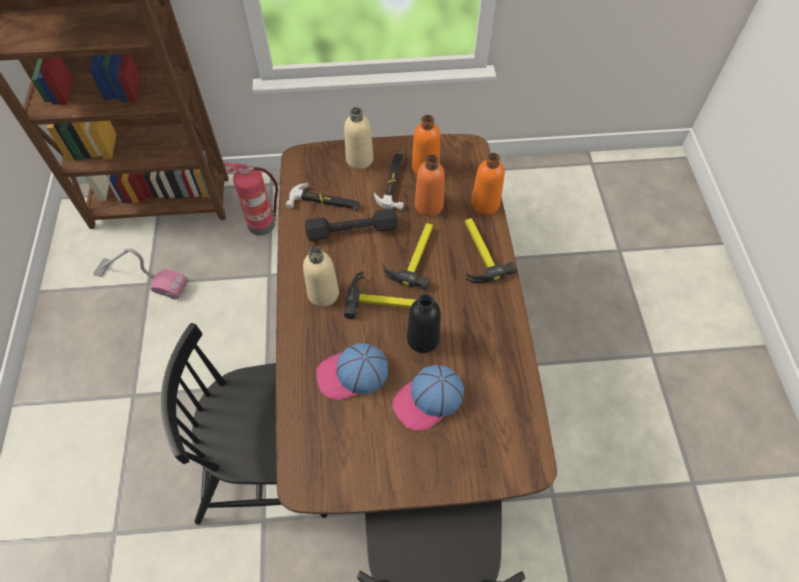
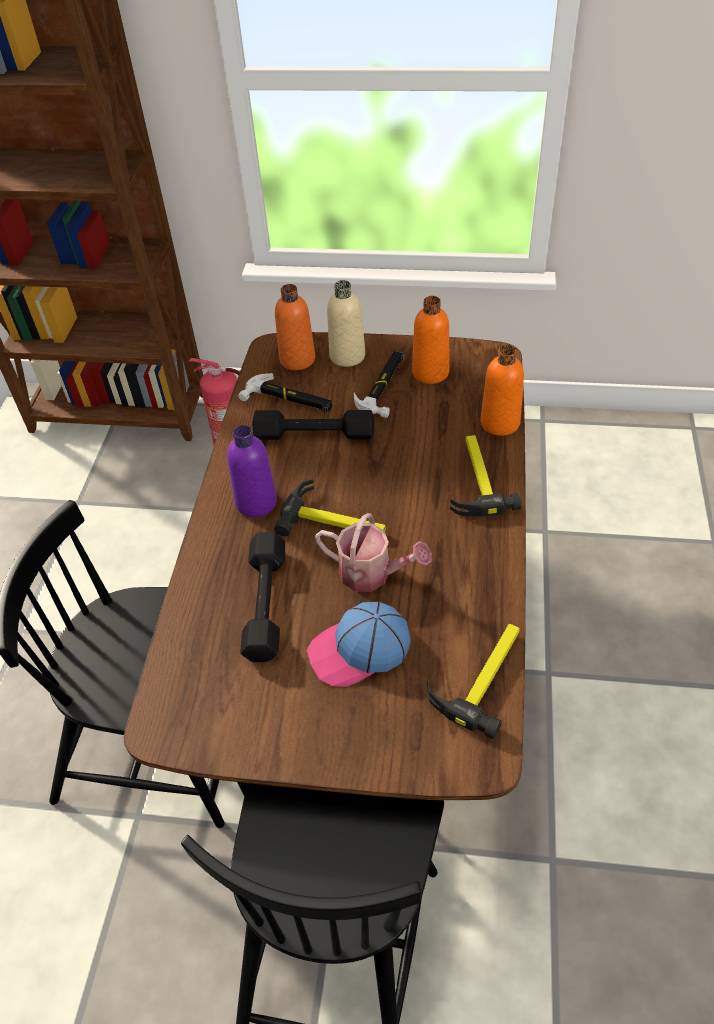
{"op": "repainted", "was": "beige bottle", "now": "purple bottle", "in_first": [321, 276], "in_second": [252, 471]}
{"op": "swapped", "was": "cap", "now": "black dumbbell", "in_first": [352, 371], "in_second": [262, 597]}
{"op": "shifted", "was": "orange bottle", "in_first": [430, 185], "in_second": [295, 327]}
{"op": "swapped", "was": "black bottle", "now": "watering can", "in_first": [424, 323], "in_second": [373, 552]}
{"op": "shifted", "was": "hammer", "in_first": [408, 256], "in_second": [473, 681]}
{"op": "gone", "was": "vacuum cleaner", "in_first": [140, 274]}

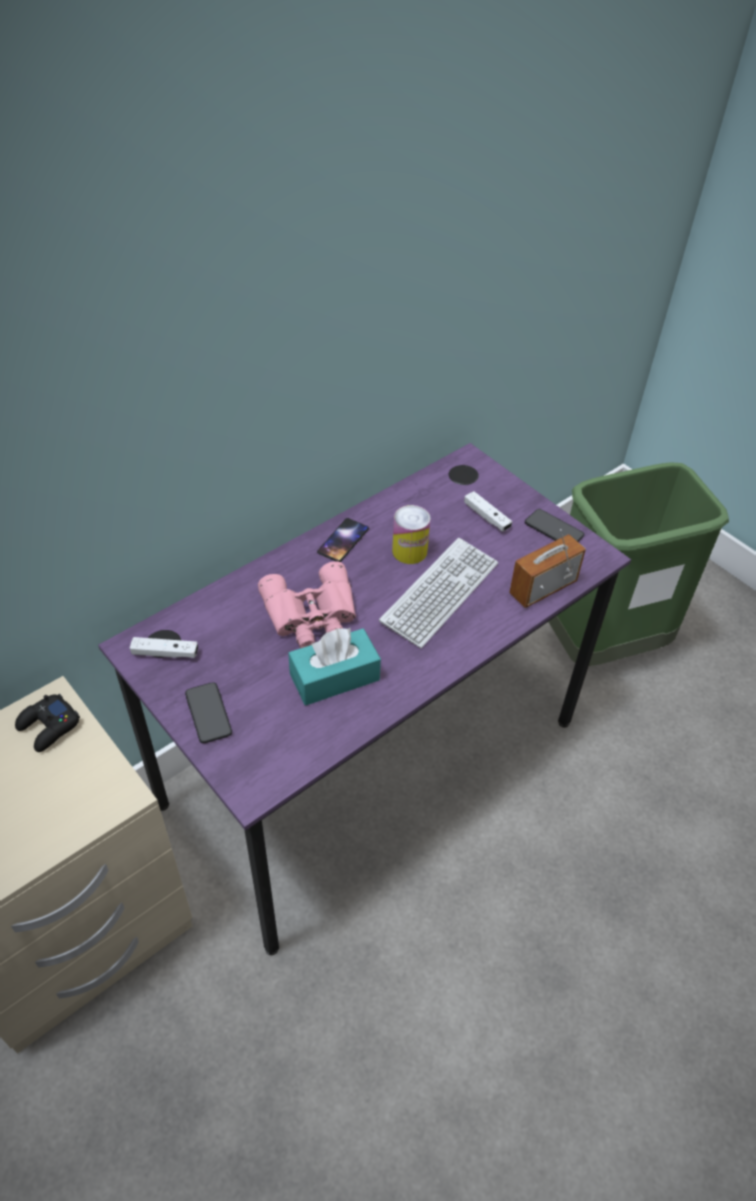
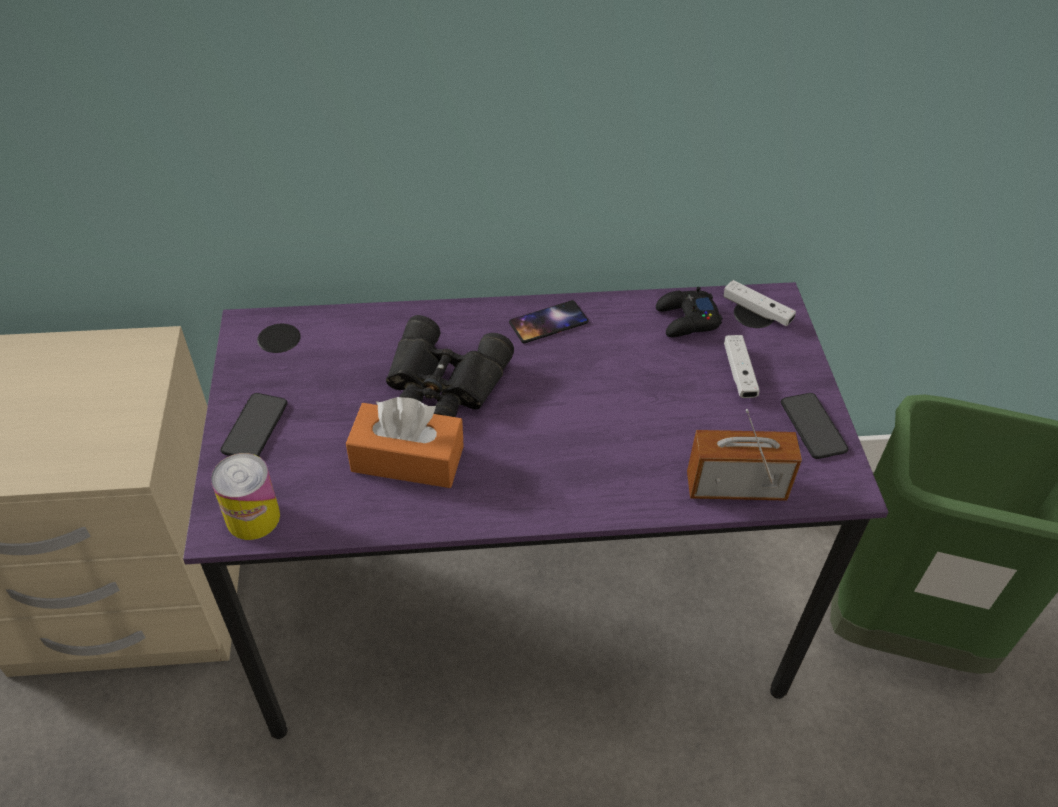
{"op": "shifted", "was": "can", "in_first": [411, 534], "in_second": [245, 496]}
{"op": "repainted", "was": "turquoise tissue box", "now": "orange tissue box", "in_first": [334, 666], "in_second": [405, 442]}
{"op": "repainted", "was": "pink binoculars", "now": "black binoculars", "in_first": [307, 604], "in_second": [450, 366]}
{"op": "shifted", "was": "black game controller", "in_first": [47, 723], "in_second": [689, 312]}
{"op": "shifted", "was": "white game controller", "in_first": [164, 647], "in_second": [759, 303]}
{"op": "gone", "was": "keyboard", "in_first": [438, 593]}

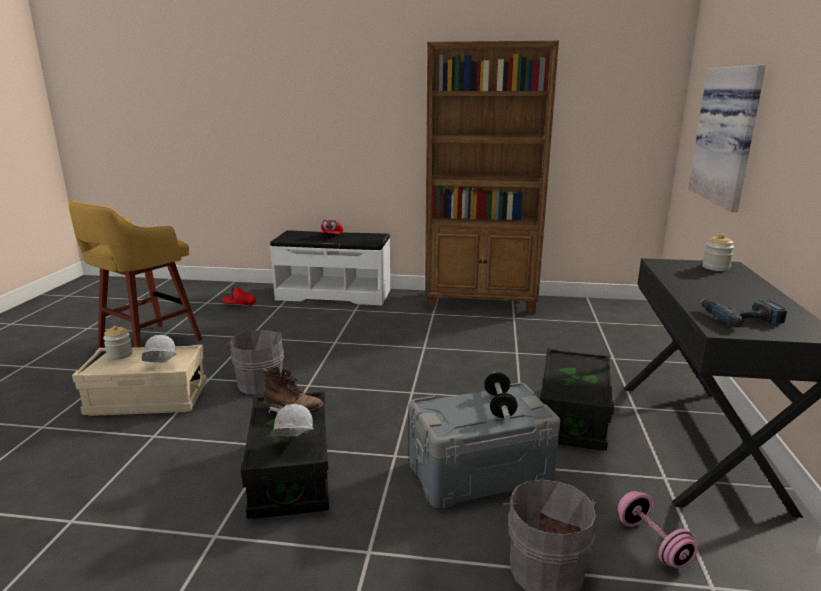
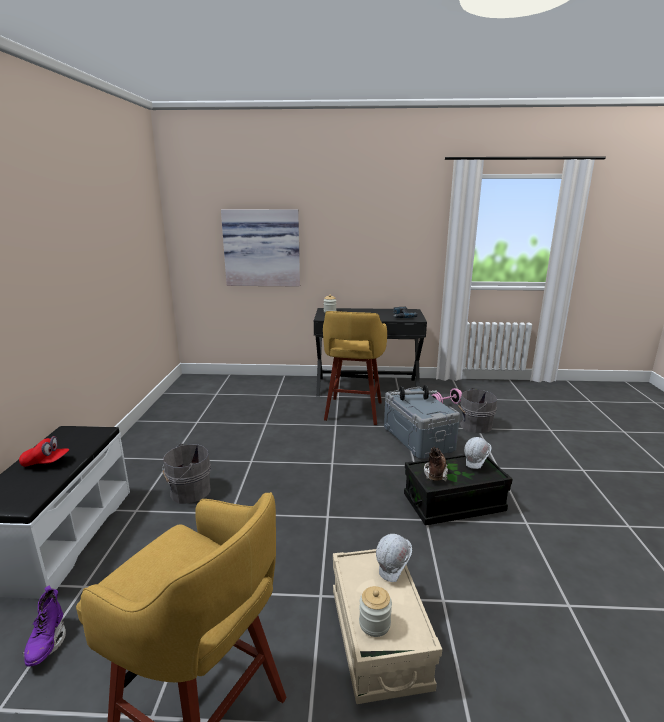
{"op": "swapped", "was": "red cap", "now": "purple boot", "in_first": [239, 296], "in_second": [44, 626]}
{"op": "shifted", "was": "grey bucket", "in_first": [255, 362], "in_second": [186, 473]}
{"op": "swapped", "was": "black storage box", "now": "yellow stool", "in_first": [577, 400], "in_second": [355, 368]}
{"op": "gone", "was": "brown bookcase", "in_first": [492, 177]}

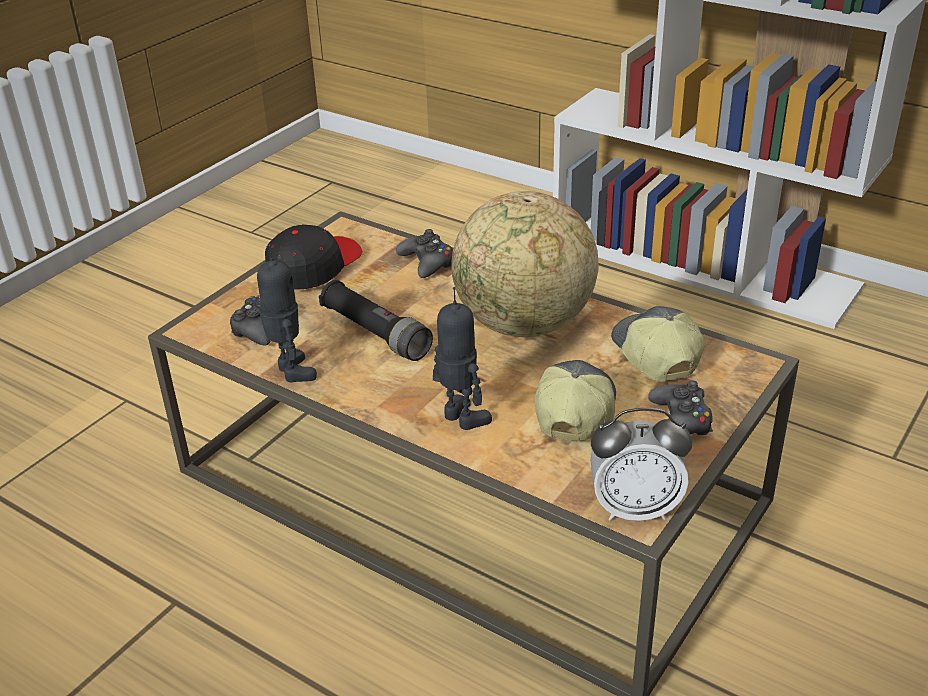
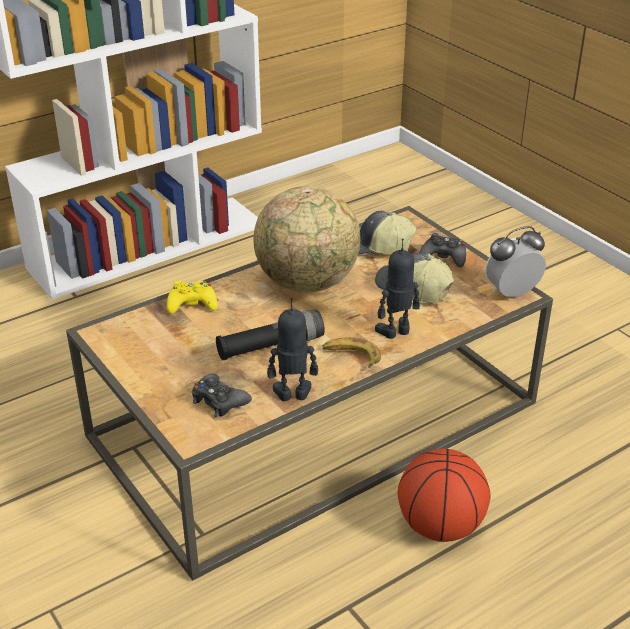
{"op": "repainted", "was": "black game controller", "now": "yellow game controller", "in_first": [424, 253], "in_second": [192, 297]}
{"op": "new", "now": "banana", "in_second": [351, 352]}
{"op": "new", "now": "basketball", "in_second": [444, 495]}
{"op": "rotated", "was": "alarm clock", "in_first": [641, 464], "in_second": [515, 262], "clockwise": -135}
{"op": "gone", "was": "black cap", "in_first": [313, 257]}

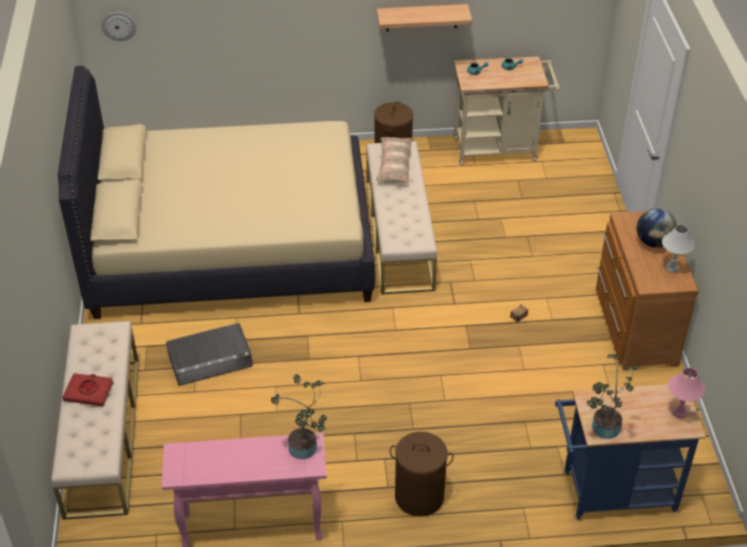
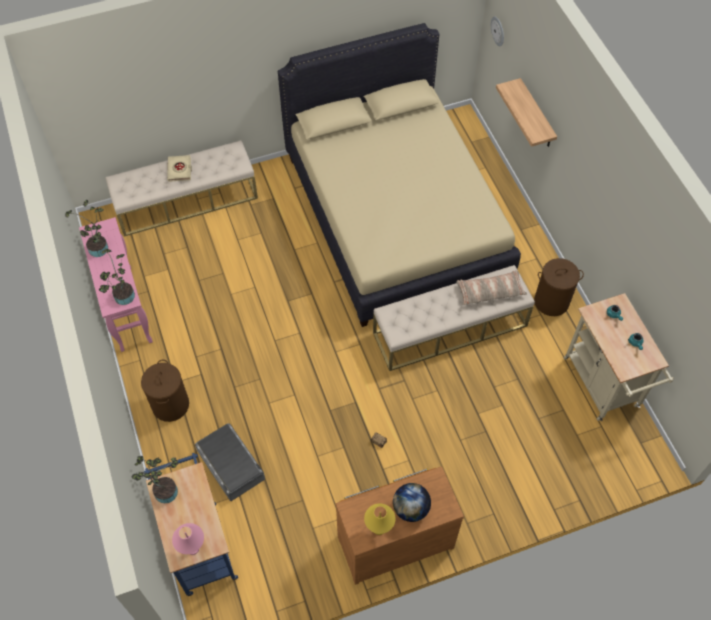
{"op": "new", "now": "potted plant", "in_second": [86, 228]}
{"op": "repainted", "was": "red book", "now": "beige book", "in_first": [87, 389], "in_second": [179, 168]}
{"op": "shifted", "was": "grey storage box", "in_first": [209, 354], "in_second": [230, 462]}
{"op": "repainted", "was": "white table lamp", "now": "yellow table lamp", "in_first": [678, 249], "in_second": [380, 519]}
{"op": "shifted", "was": "shelf", "in_first": [424, 18], "in_second": [526, 112]}

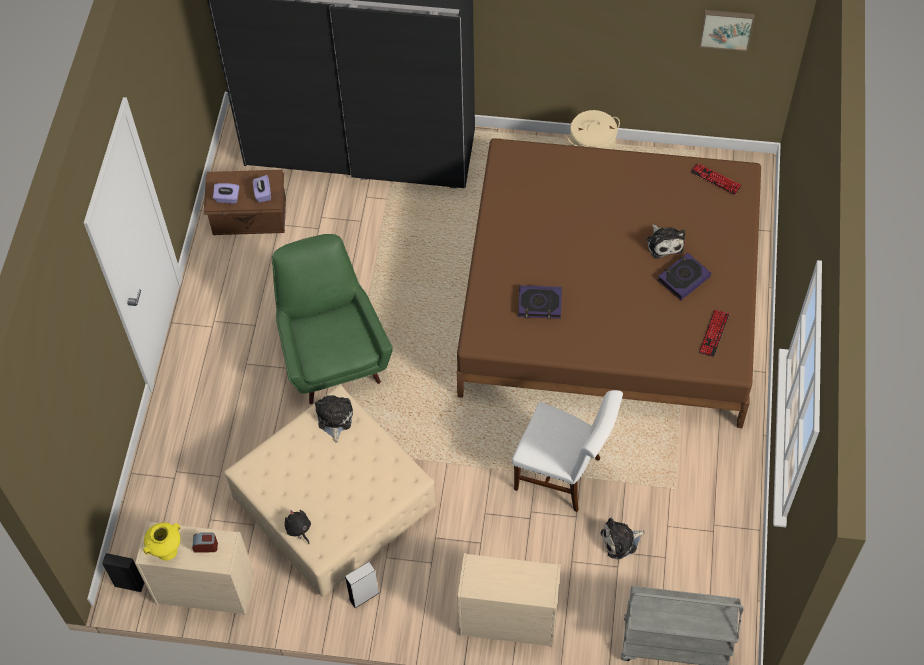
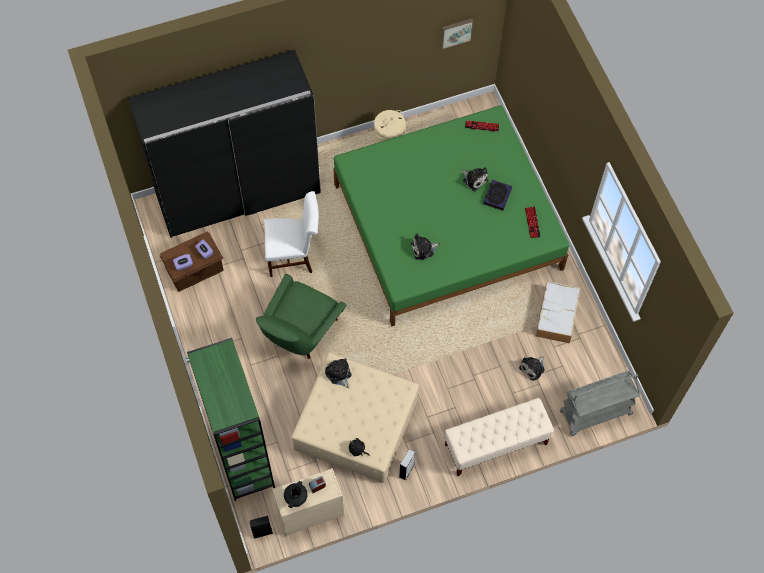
{"op": "new", "now": "green bookcase", "in_second": [231, 419]}
{"op": "rotated", "was": "green armchair", "in_first": [332, 319], "in_second": [301, 316], "clockwise": -105}
{"op": "shifted", "was": "white chair", "in_first": [567, 451], "in_second": [291, 234]}
{"op": "repainted", "was": "yellow vase", "now": "black vase", "in_first": [161, 541], "in_second": [296, 494]}
{"op": "repainted", "was": "brown bed", "now": "green bed", "in_first": [609, 283], "in_second": [451, 216]}
{"op": "swapped", "was": "book", "now": "plush toy", "in_first": [540, 302], "in_second": [425, 246]}
{"op": "swapped", "was": "beige dresser", "now": "beige bench", "in_first": [509, 600], "in_second": [499, 437]}
{"op": "new", "now": "storage box", "in_second": [558, 312]}

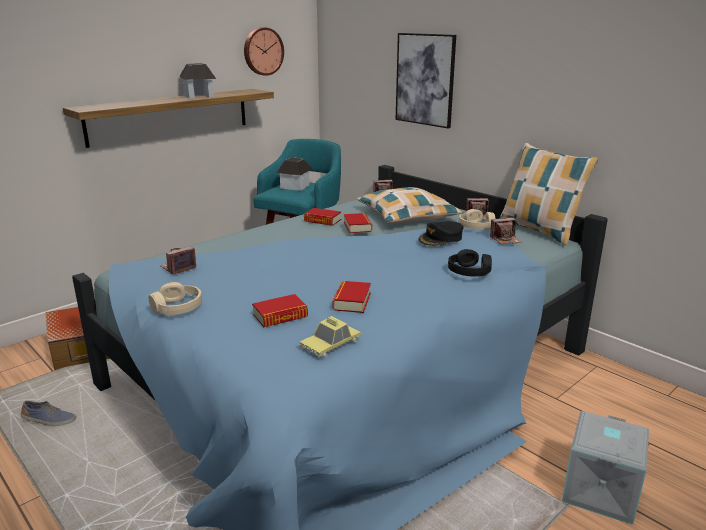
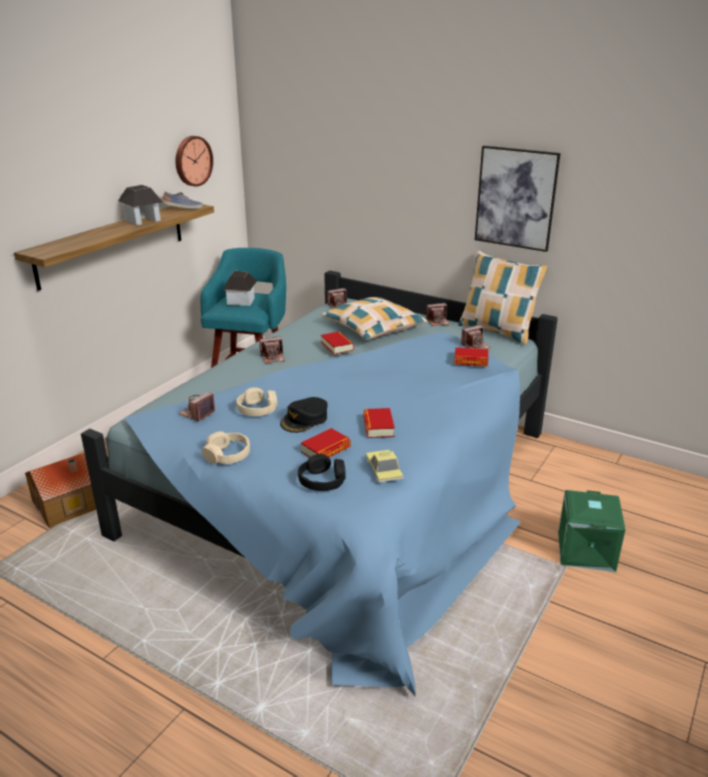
{"op": "shifted", "was": "shoe", "in_first": [48, 413], "in_second": [182, 200]}
{"op": "shifted", "was": "beige headphones", "in_first": [477, 219], "in_second": [256, 401]}
{"op": "new", "now": "photo camera", "in_second": [272, 349]}
{"op": "shifted", "was": "black cap", "in_first": [441, 233], "in_second": [304, 415]}
{"op": "shifted", "was": "black headphones", "in_first": [470, 262], "in_second": [322, 472]}
{"op": "rotated", "was": "toy car", "in_first": [330, 337], "in_second": [385, 466], "clockwise": 135}
{"op": "shifted", "was": "book", "in_first": [322, 217], "in_second": [471, 357]}
{"op": "shifted", "was": "picture", "in_first": [426, 80], "in_second": [518, 199]}
{"op": "repainted", "was": "grey storage box", "now": "green storage box", "in_first": [605, 468], "in_second": [591, 531]}

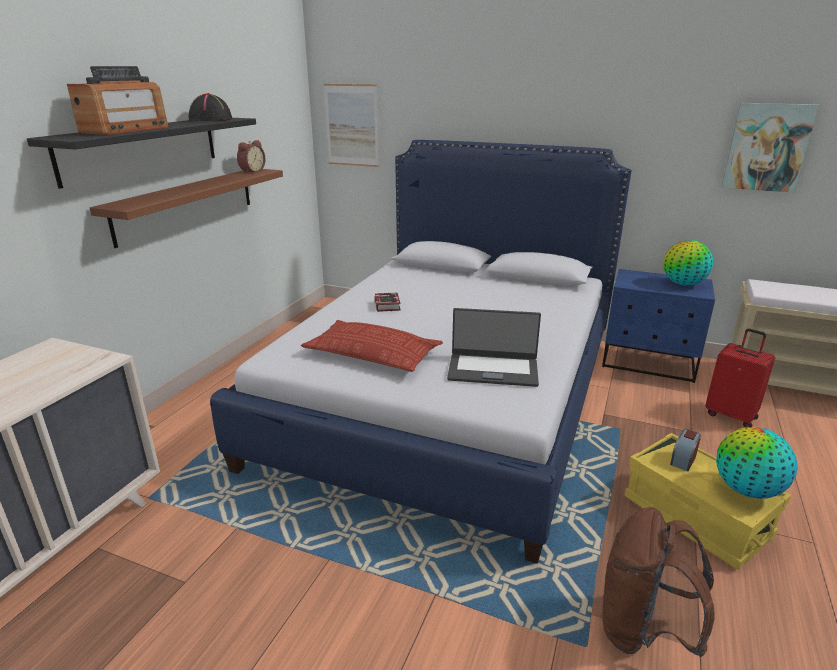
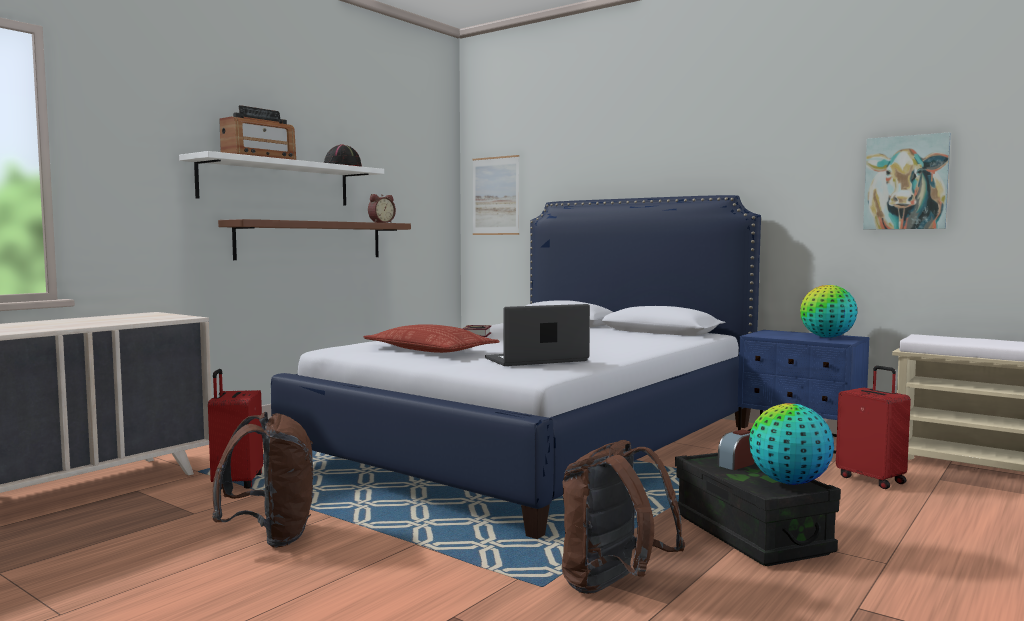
{"op": "repainted", "was": "black shelf", "now": "white shelf", "in_first": [141, 153], "in_second": [281, 178]}
{"op": "new", "now": "red suitcase", "in_second": [235, 429]}
{"op": "new", "now": "brown backpack", "in_second": [263, 480]}
{"op": "rotated", "was": "laptop", "in_first": [494, 347], "in_second": [537, 335], "clockwise": 135}
{"op": "repainted", "was": "yellow storage box", "now": "black storage box", "in_first": [707, 501], "in_second": [758, 509]}

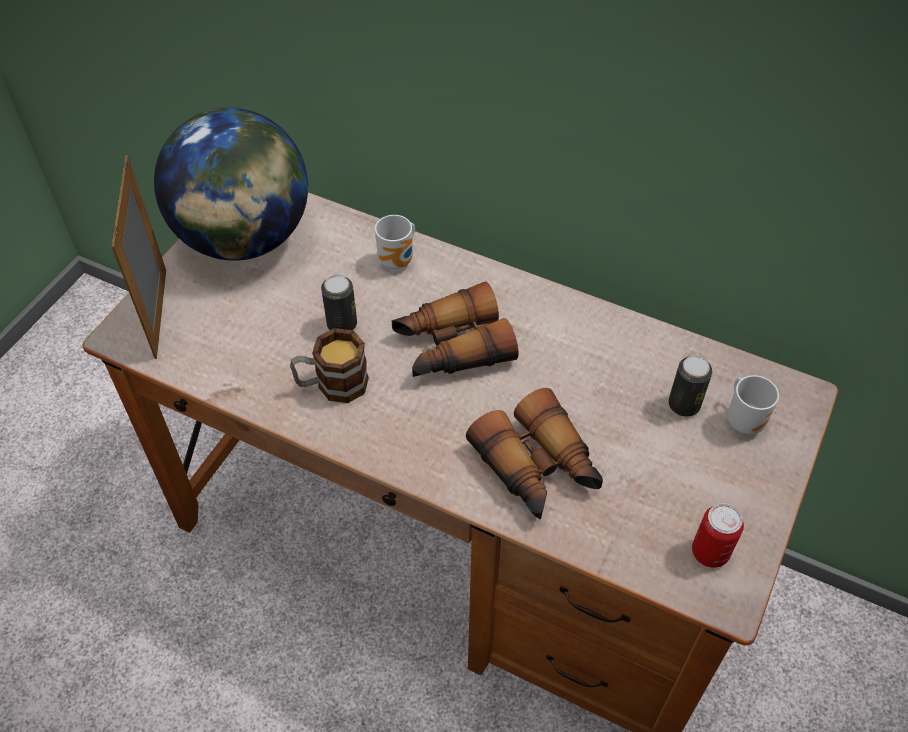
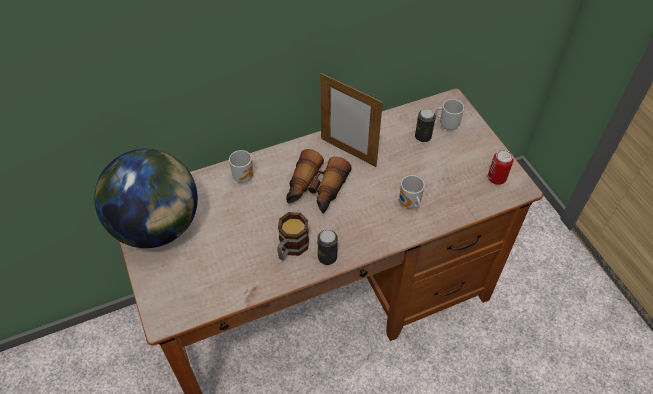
{"op": "shifted", "was": "can", "in_first": [339, 302], "in_second": [328, 247]}
{"op": "shifted", "was": "picture frame", "in_first": [139, 257], "in_second": [351, 120]}
{"op": "swapped", "was": "binoculars", "now": "mug", "in_first": [534, 453], "in_second": [412, 192]}

